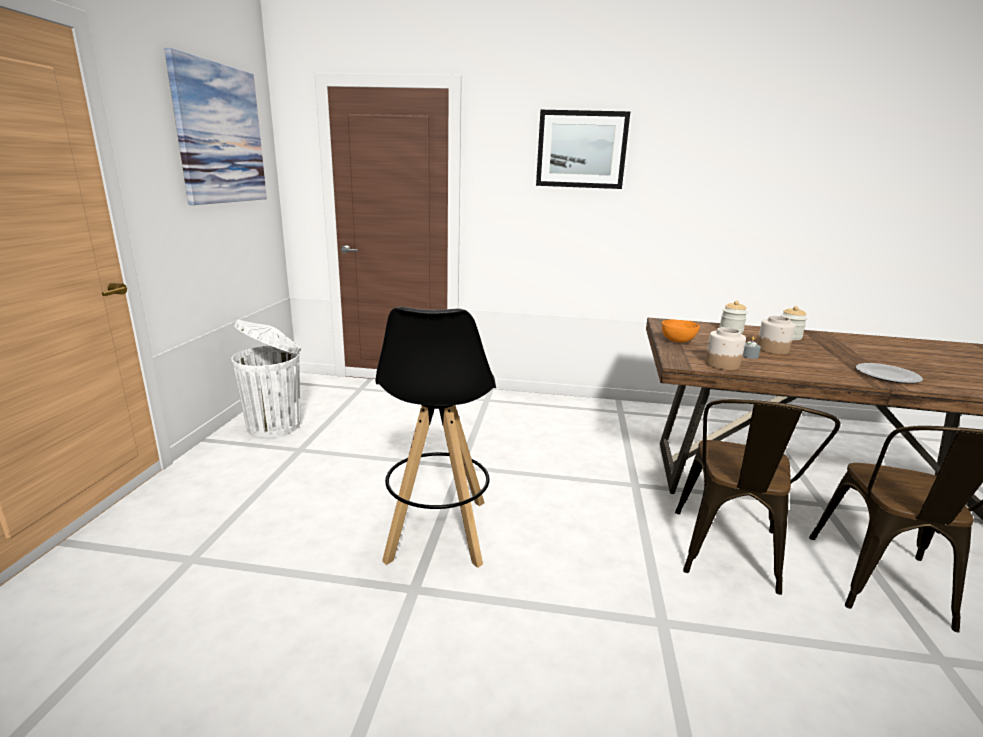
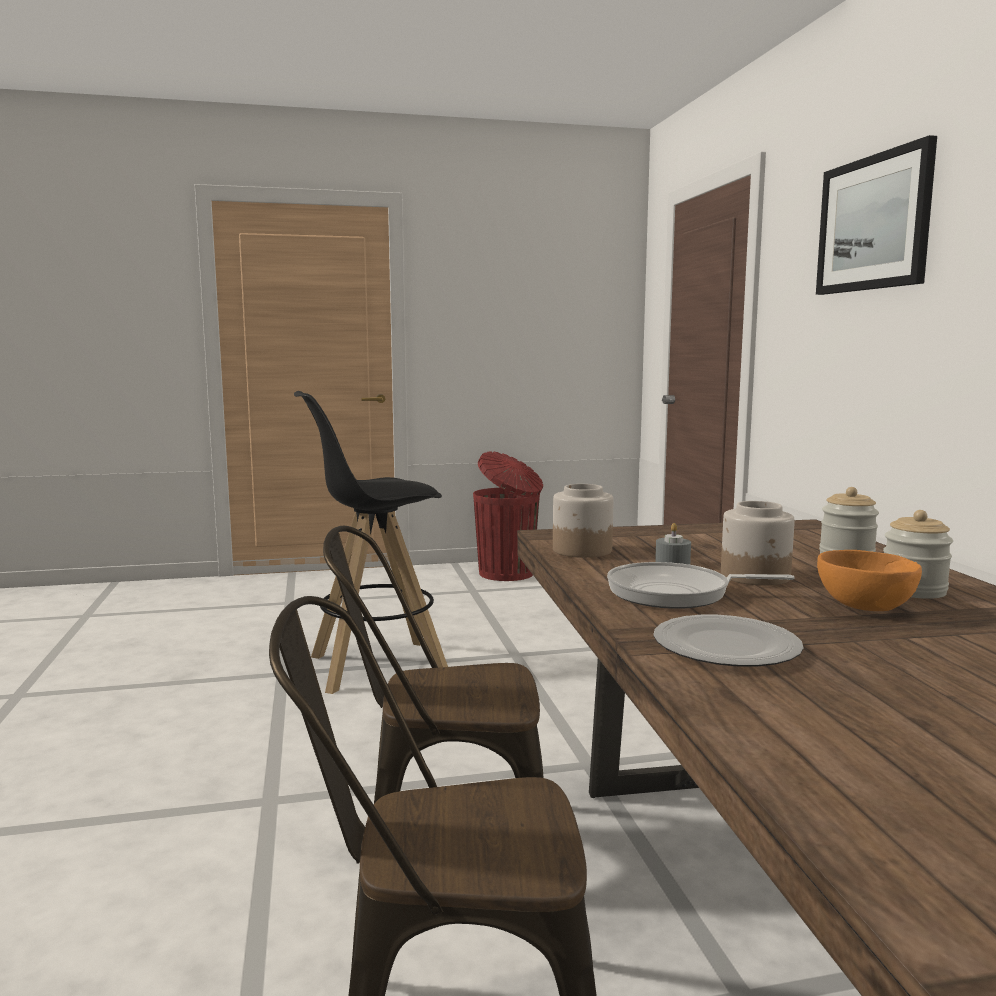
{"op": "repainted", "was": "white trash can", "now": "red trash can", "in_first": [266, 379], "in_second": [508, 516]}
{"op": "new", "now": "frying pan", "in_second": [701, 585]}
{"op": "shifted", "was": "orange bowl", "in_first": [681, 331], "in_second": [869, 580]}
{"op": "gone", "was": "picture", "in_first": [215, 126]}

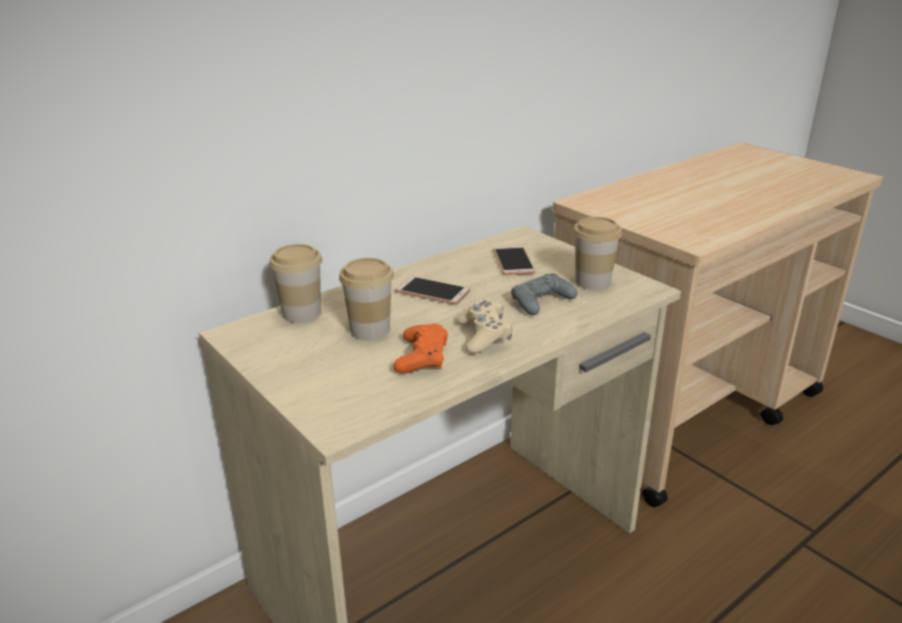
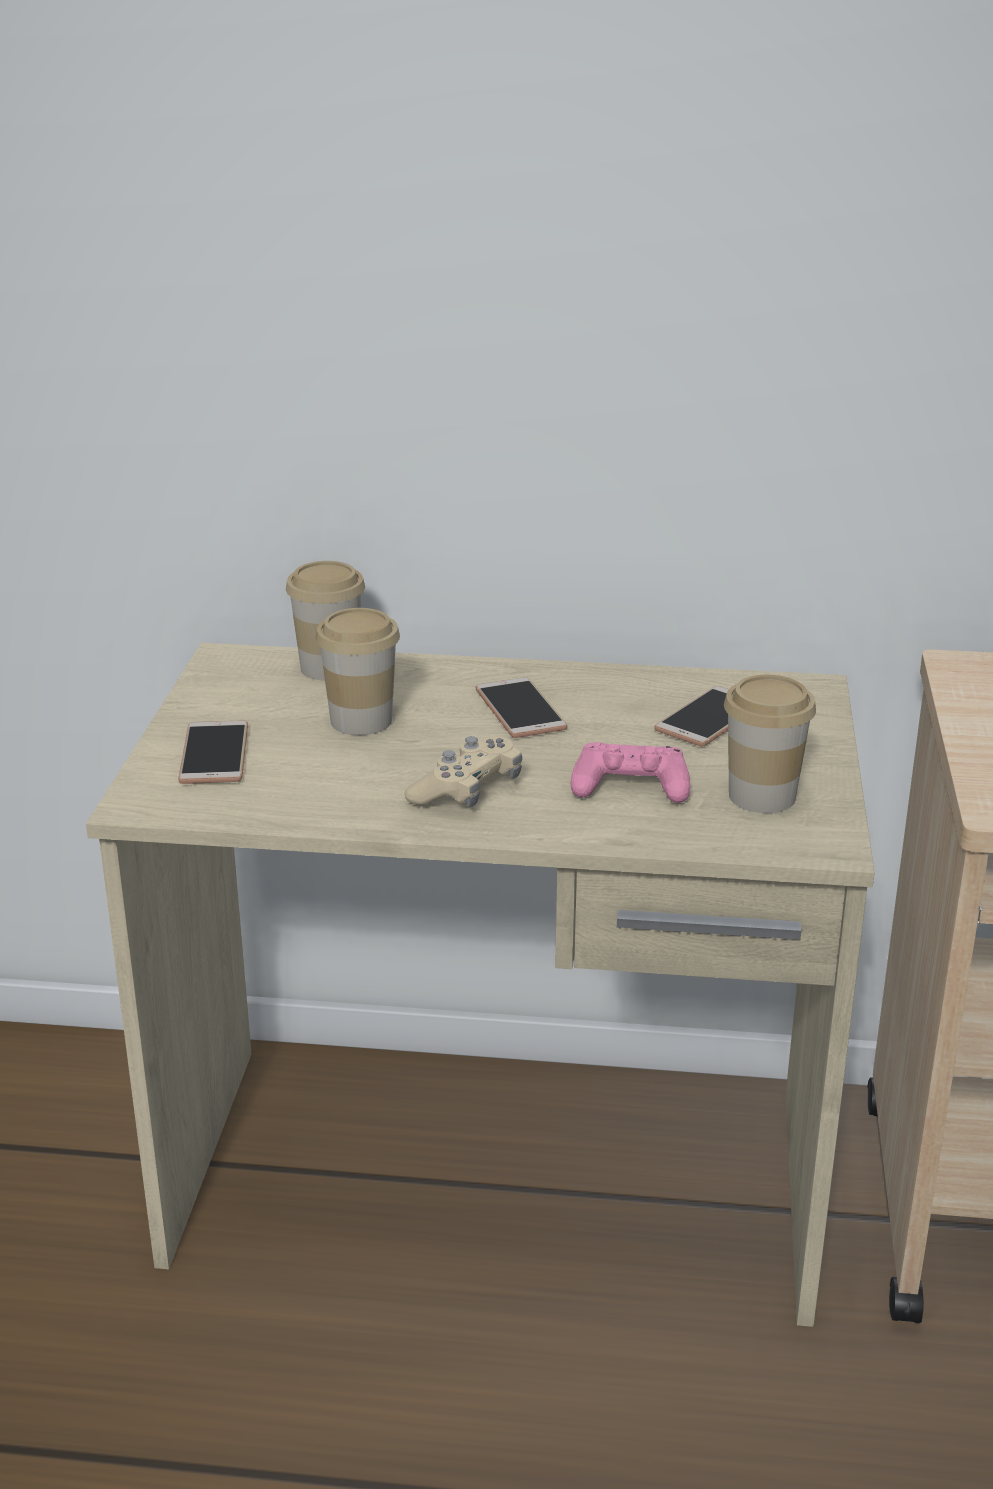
{"op": "new", "now": "phone", "in_second": [213, 752]}
{"op": "repainted", "was": "grey game controller", "now": "pink game controller", "in_first": [544, 294], "in_second": [630, 772]}
{"op": "gone", "was": "orange game controller", "in_first": [420, 348]}

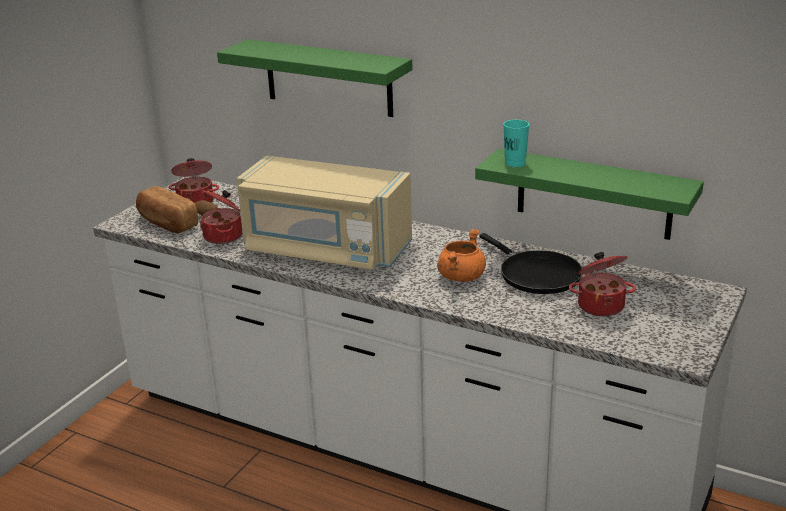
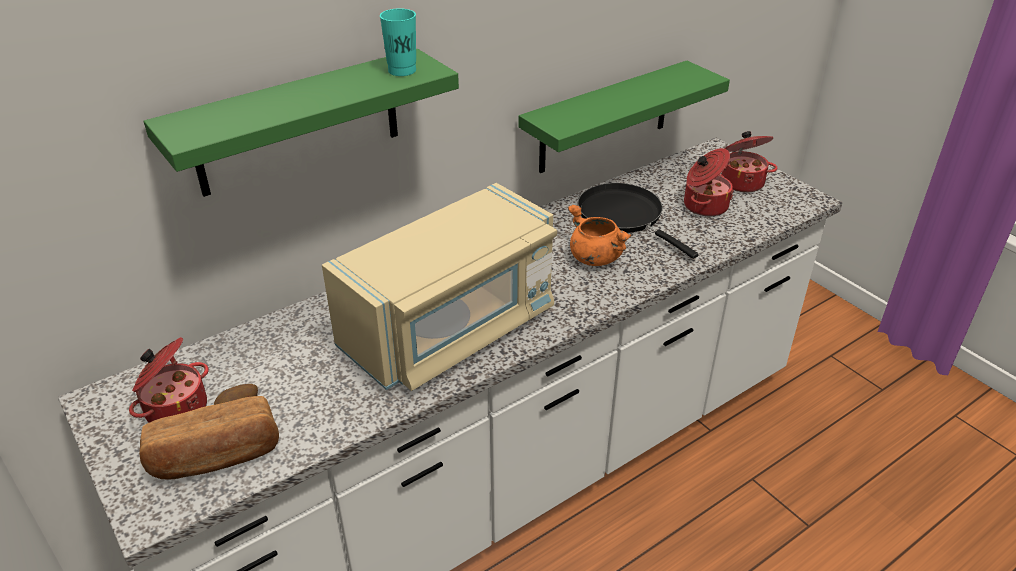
{"op": "shifted", "was": "turquoise cup", "in_first": [516, 143], "in_second": [398, 42]}
{"op": "rotated", "was": "black frying pan", "in_first": [530, 263], "in_second": [638, 221], "clockwise": -120}
{"op": "shifted", "was": "cooking pot", "in_first": [220, 217], "in_second": [749, 161]}

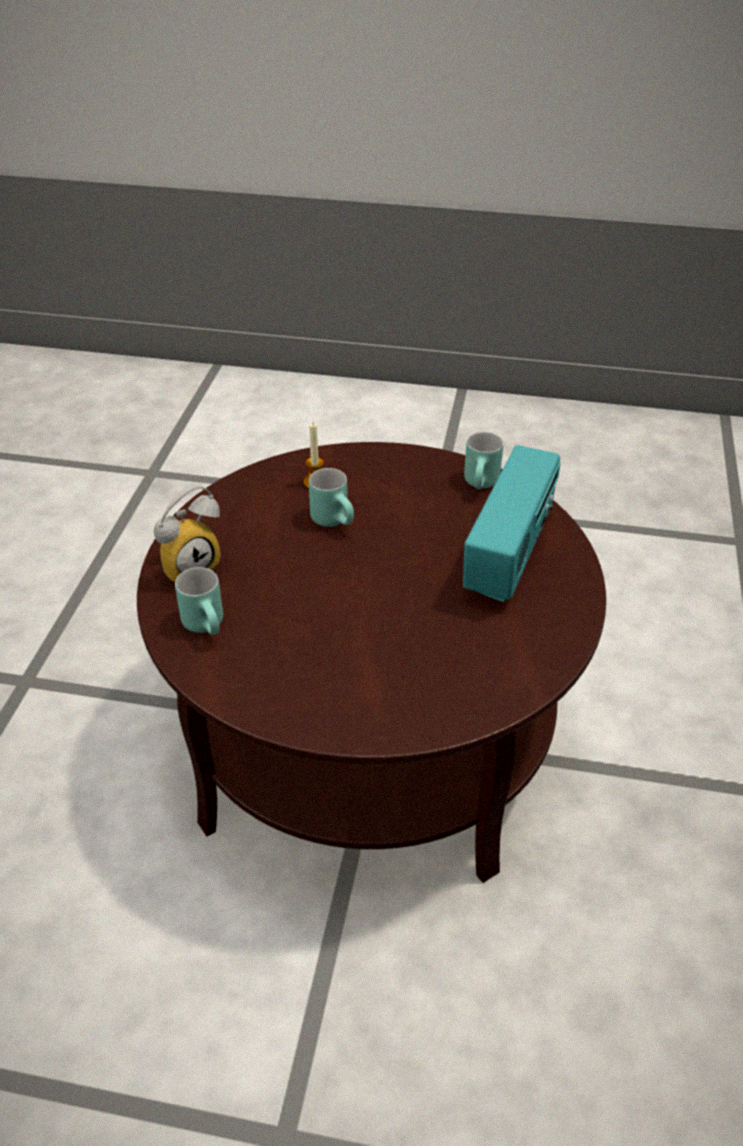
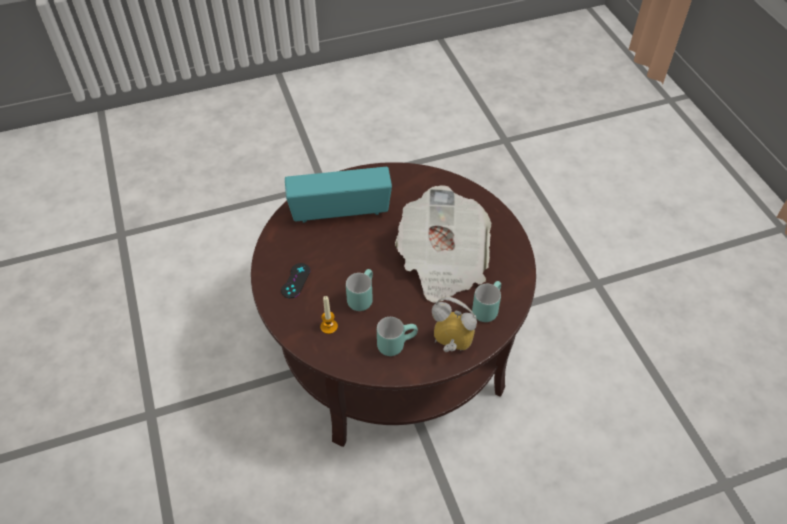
{"op": "new", "now": "black game controller", "in_second": [295, 280]}
{"op": "shifted", "was": "turquoise mug", "in_first": [483, 460], "in_second": [397, 336]}
{"op": "new", "now": "newspaper", "in_second": [443, 244]}

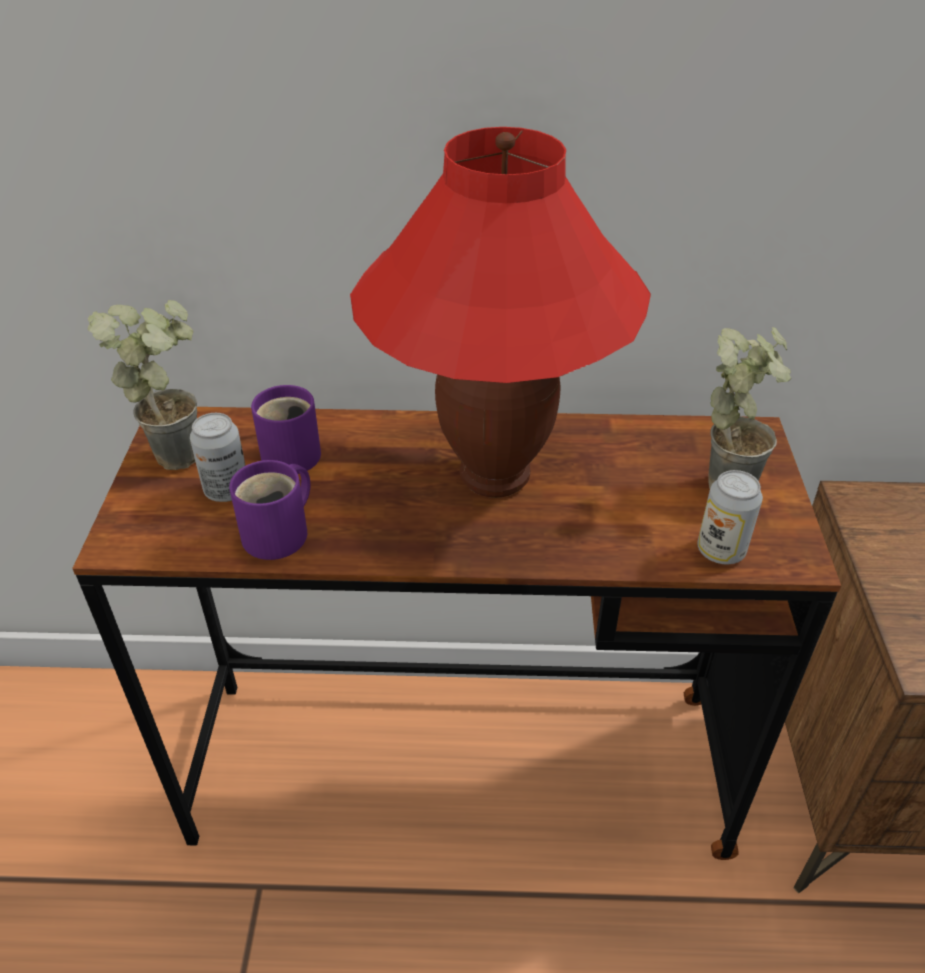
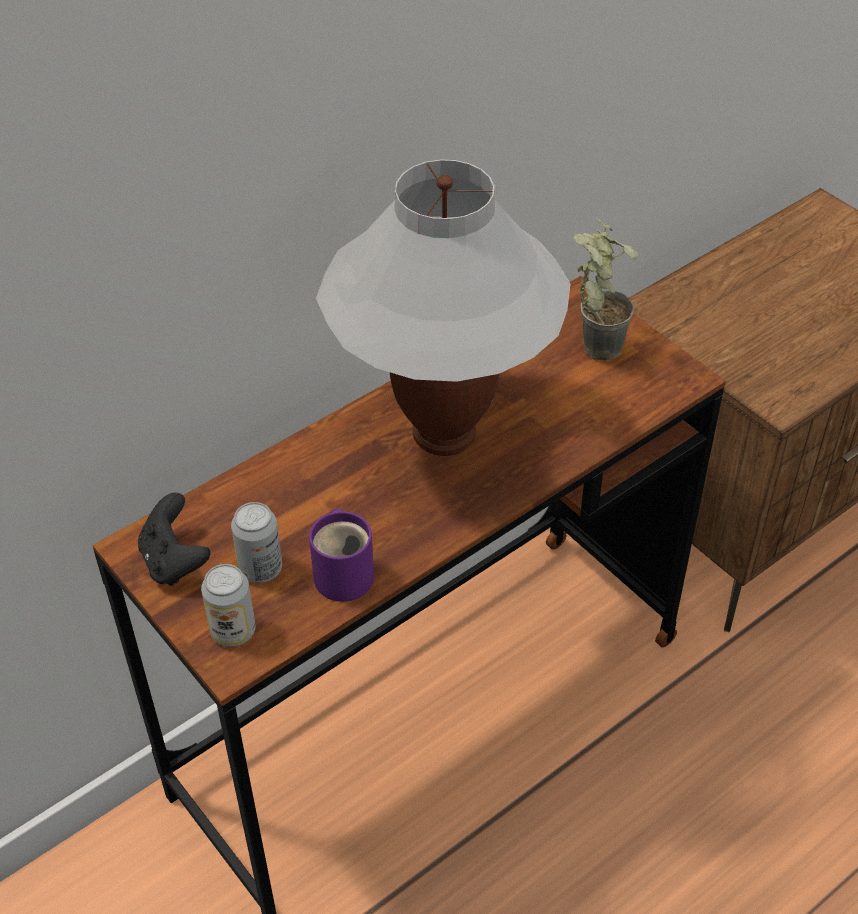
{"op": "swapped", "was": "potted plant", "now": "black game controller", "in_first": [142, 385], "in_second": [174, 539]}
{"op": "shifted", "was": "can", "in_first": [730, 517], "in_second": [228, 605]}
{"op": "repainted", "was": "red table lamp", "now": "white table lamp", "in_first": [500, 312], "in_second": [443, 308]}
{"op": "gone", "was": "purple mug", "in_first": [286, 429]}

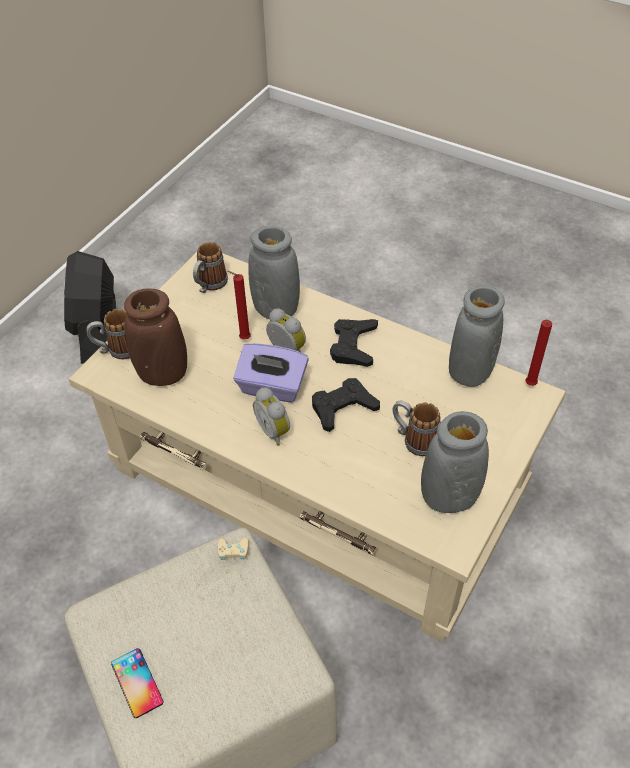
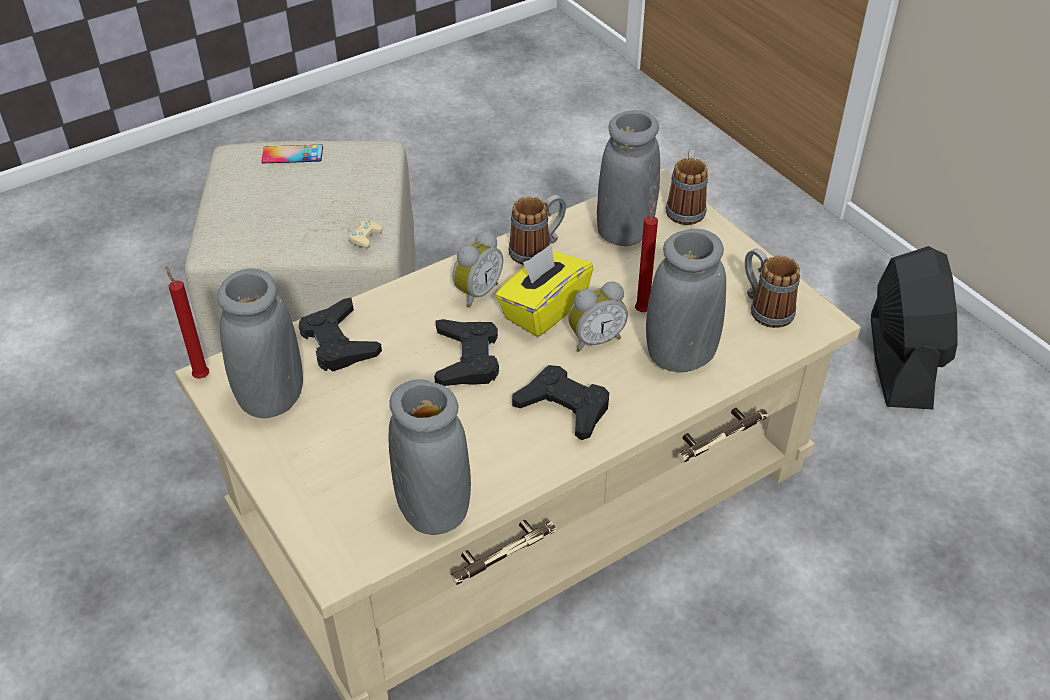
{"op": "shifted", "was": "red candle", "in_first": [538, 353], "in_second": [187, 322]}
{"op": "new", "now": "black game controller", "in_second": [340, 334]}
{"op": "rotated", "was": "alarm clock", "in_first": [271, 417], "in_second": [478, 269], "clockwise": 135}
{"op": "repainted", "was": "purple tissue box", "now": "yellow tissue box", "in_first": [271, 372], "in_second": [544, 290]}
{"op": "shifted", "was": "mug", "in_first": [416, 428], "in_second": [537, 230]}
{"op": "repainted", "was": "brown vase", "now": "grey vase", "in_first": [155, 337], "in_second": [628, 178]}
{"op": "rotated", "was": "black fan", "in_first": [90, 307], "in_second": [914, 327], "clockwise": 75}

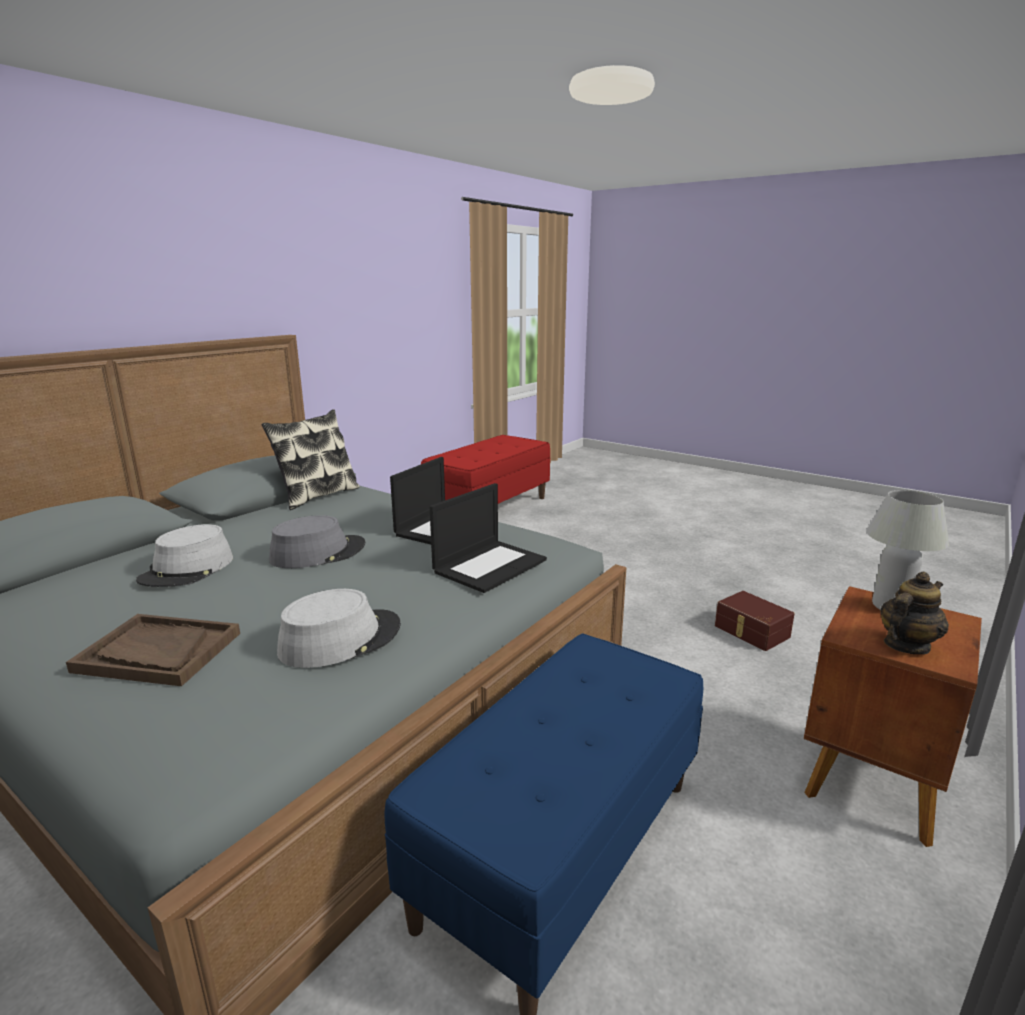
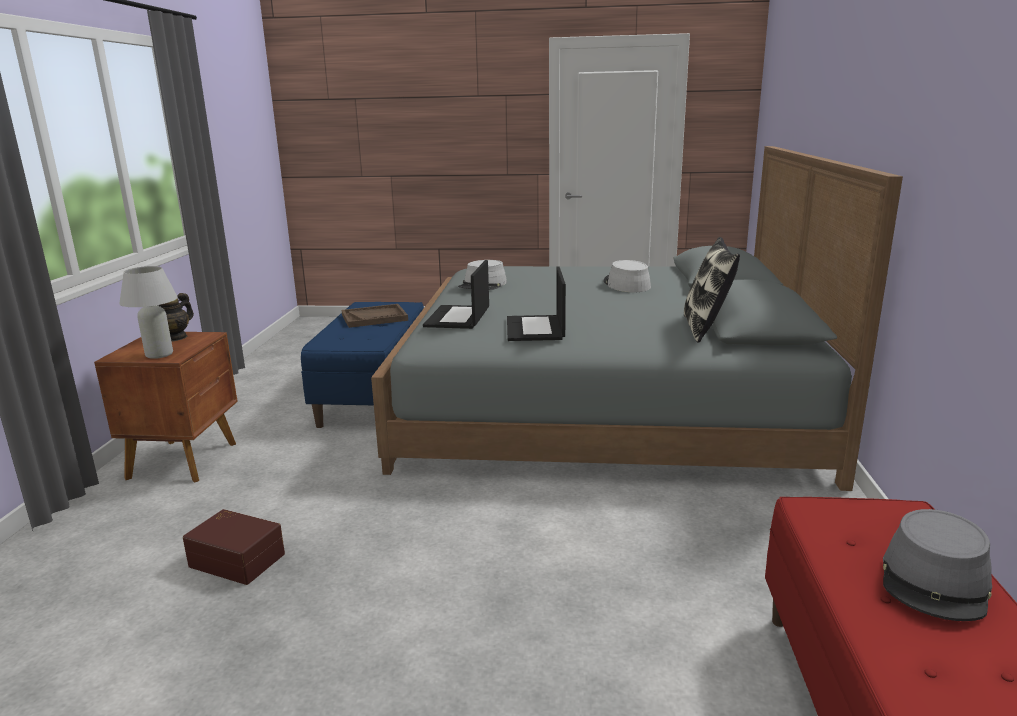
{"op": "shifted", "was": "brown tray", "in_first": [153, 650], "in_second": [375, 316]}
{"op": "shifted", "was": "grey hat", "in_first": [317, 541], "in_second": [937, 565]}

